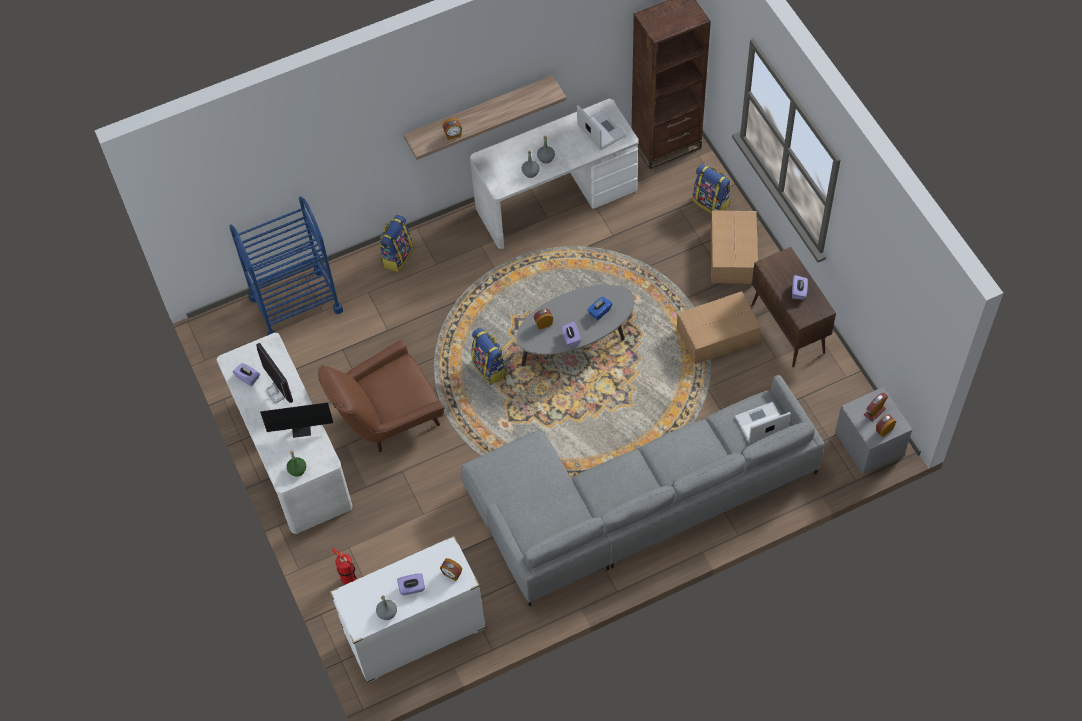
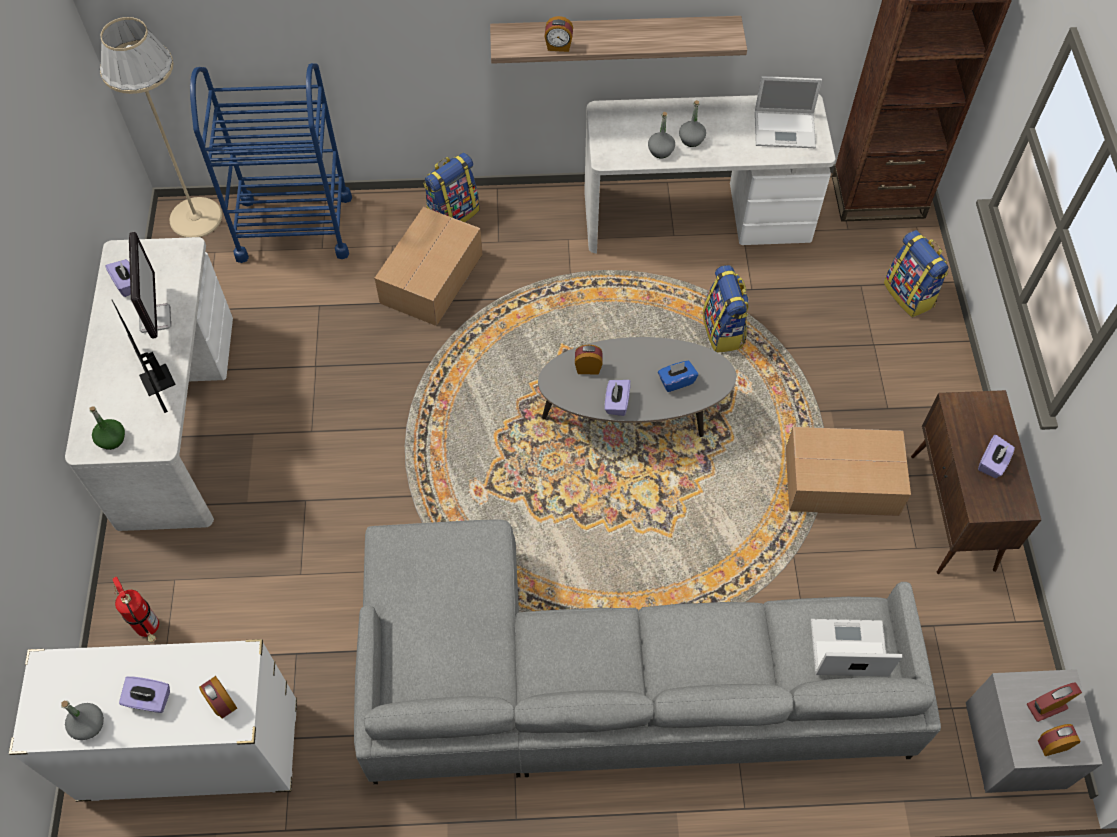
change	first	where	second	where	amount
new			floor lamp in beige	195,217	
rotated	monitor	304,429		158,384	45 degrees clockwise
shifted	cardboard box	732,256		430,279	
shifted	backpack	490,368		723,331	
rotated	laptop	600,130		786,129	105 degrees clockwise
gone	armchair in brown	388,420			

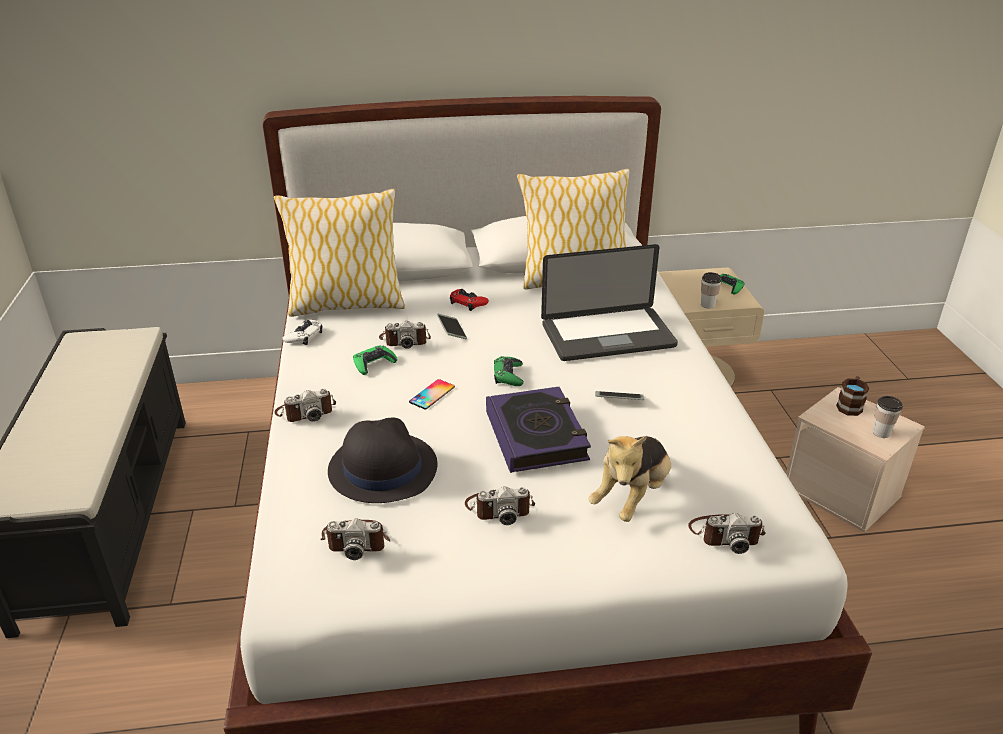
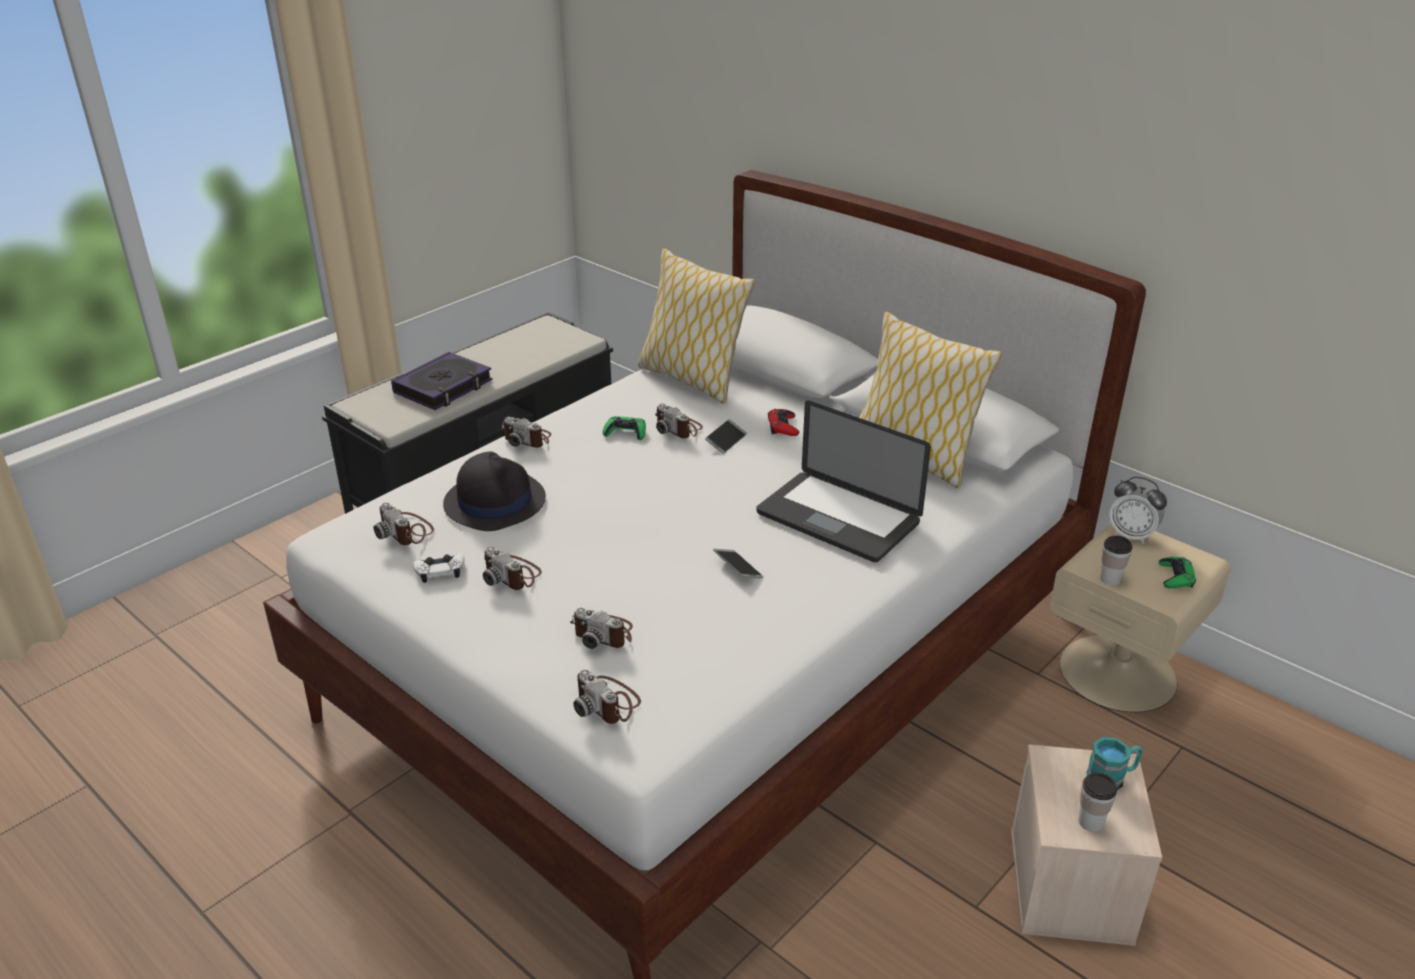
change	first	where	second	where	amount
shifted	book	536,435		443,387	
shifted	game controller in white	304,336		440,571	
swapped	plush toy	632,496	photo camera	603,633	
repainted	mug in brown	850,405	mug in turquoise	1112,777	
new			alarm clock	1131,535	
gone	phone	432,394			
gone	game controller in green	508,375			

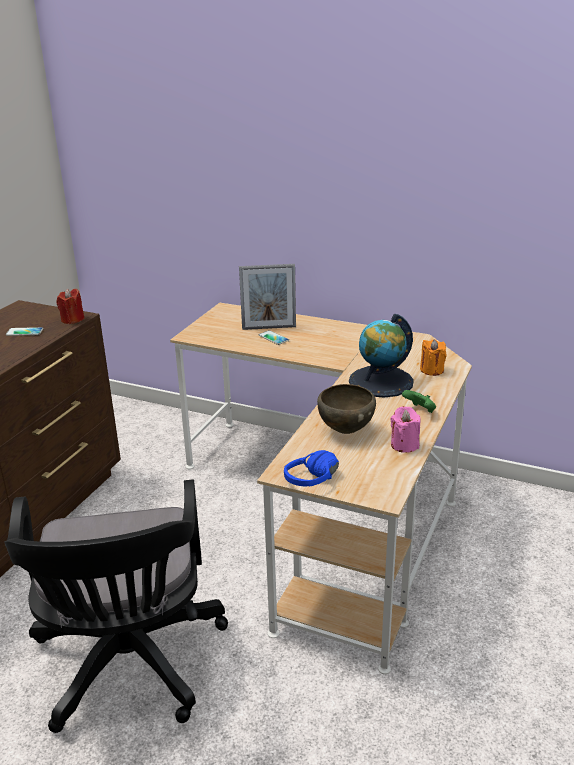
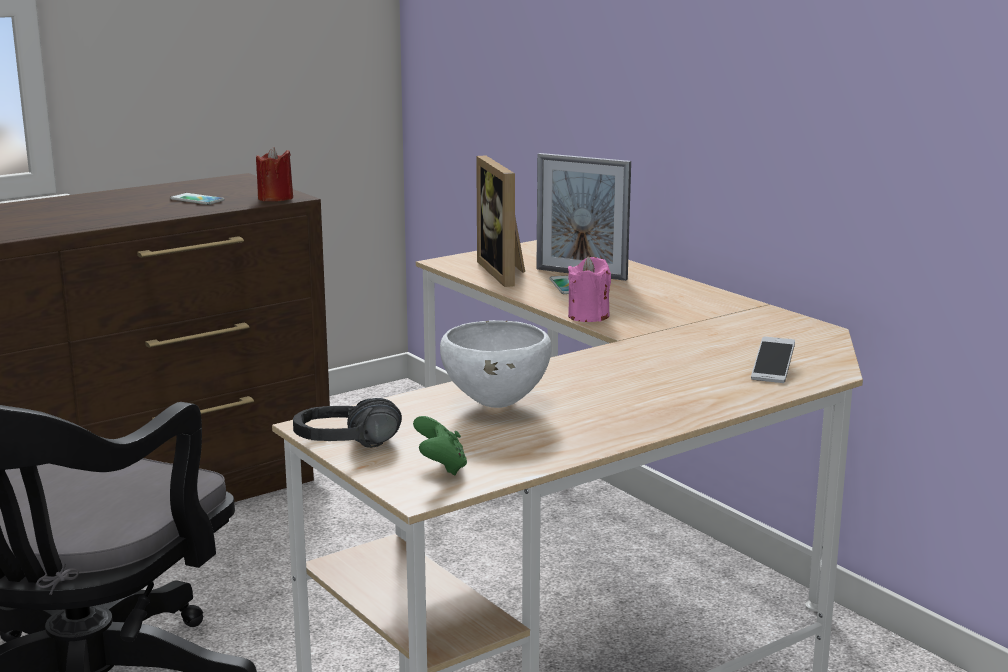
change	first	where	second	where	amount
repainted	headphones in blue	318,483	headphones in black	349,450	
shifted	game controller in green	420,410		441,467	
repainted	bowl in brown	345,430	bowl in white	496,405	
new			picture frame	506,272	
shifted	candle in pink	404,445		588,316	
swapped	candle in orange	432,370	phone	772,370	
gone	globe	381,381			

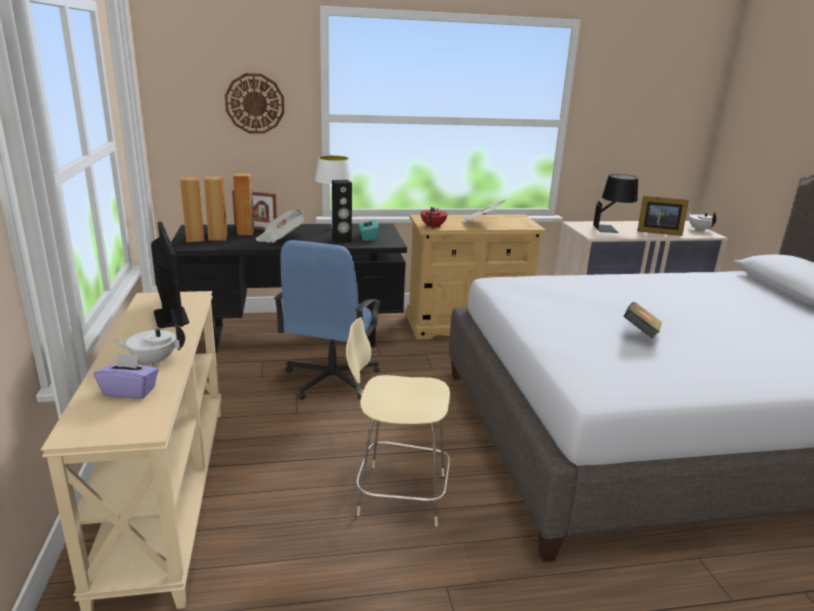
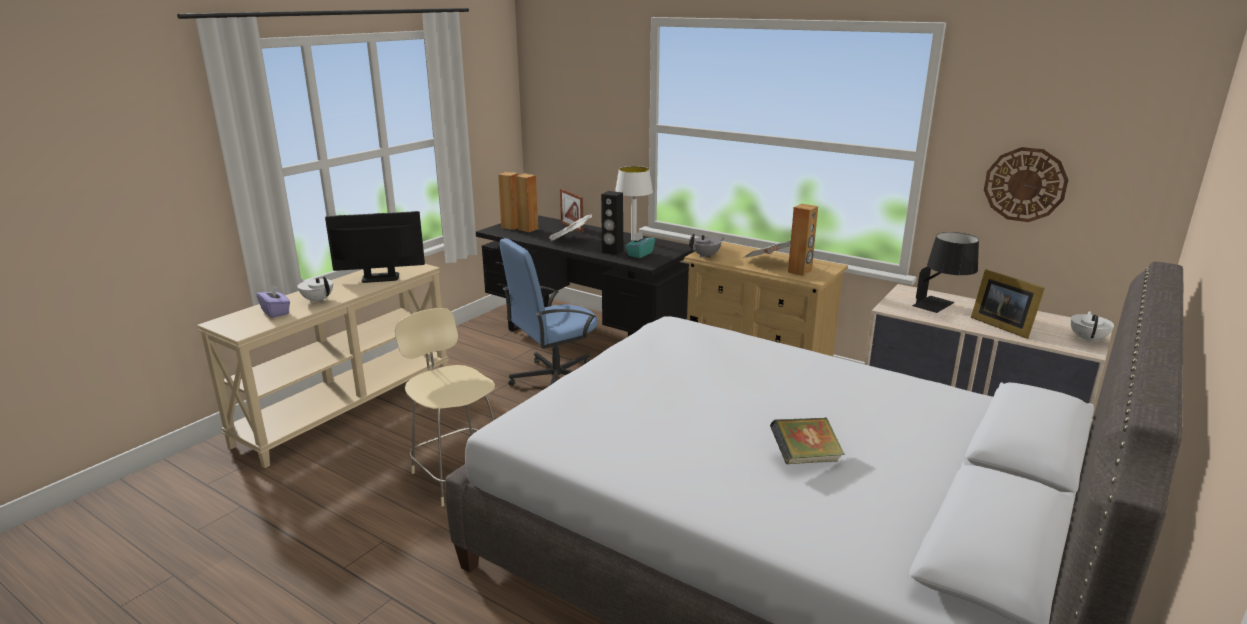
change	first	where	second	where	amount
rotated	monitor	171,317		380,278	120 degrees counterclockwise
repainted	teapot in red	433,226	teapot in grey	706,256	
shifted	book	640,334		805,458	
shifted	speaker in brown	246,232		800,271	
shifted	wall clock	255,103		1025,184	

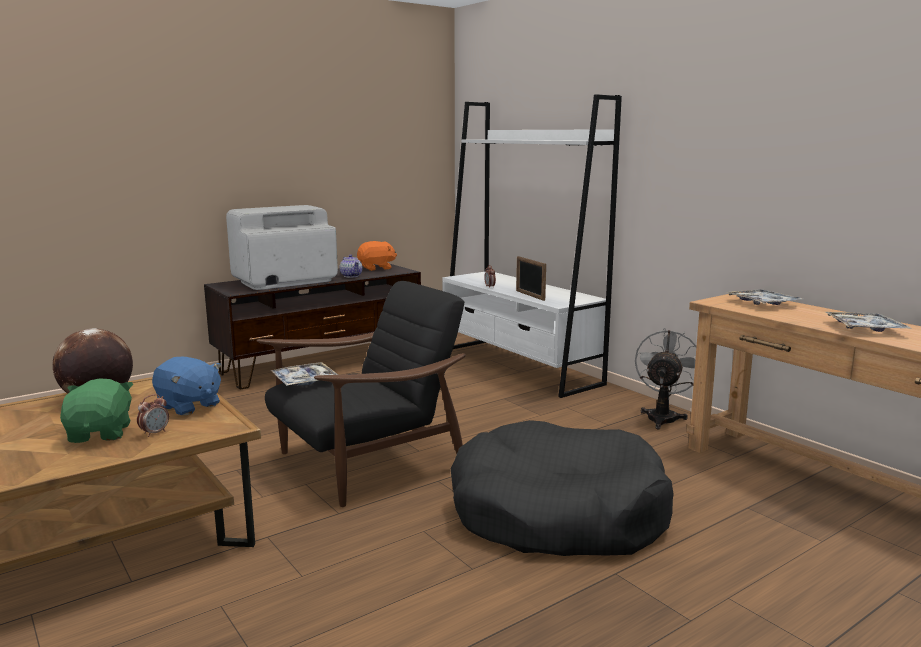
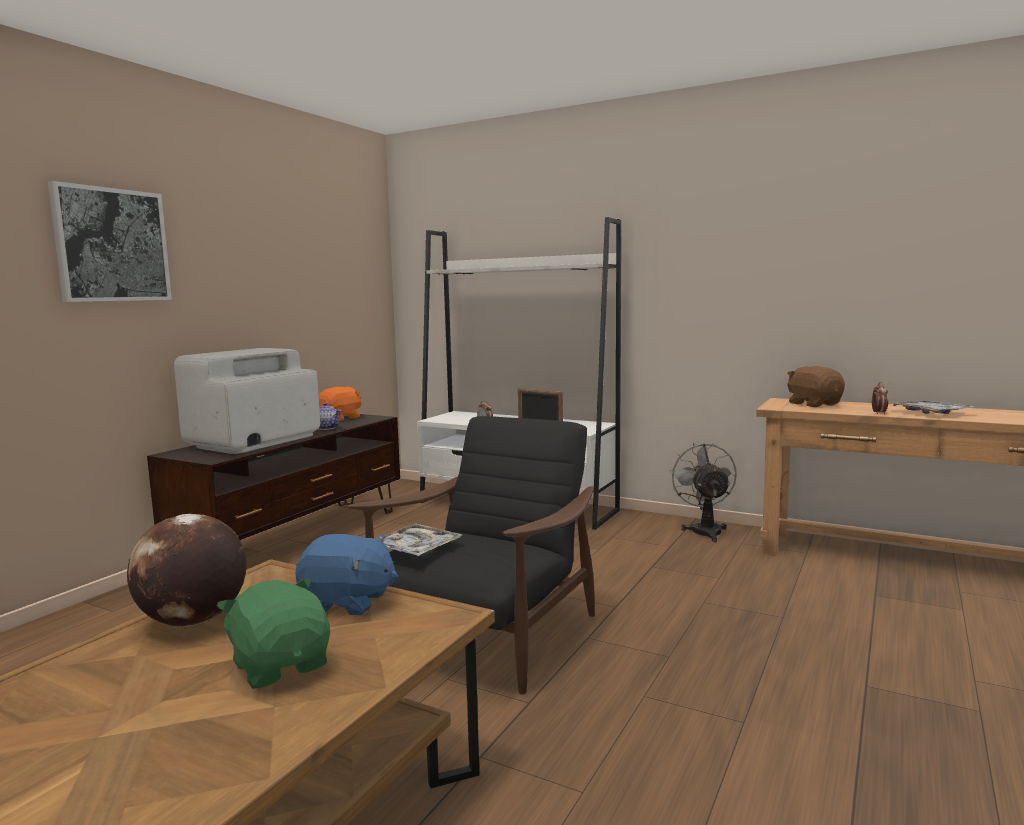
change	first	where	second	where	amount
new			picture	112,245	
swapped	tray	763,303	plush toy in brown	814,404	
shifted	alarm clock	155,433		878,413	
gone	dog bed in black	557,513			

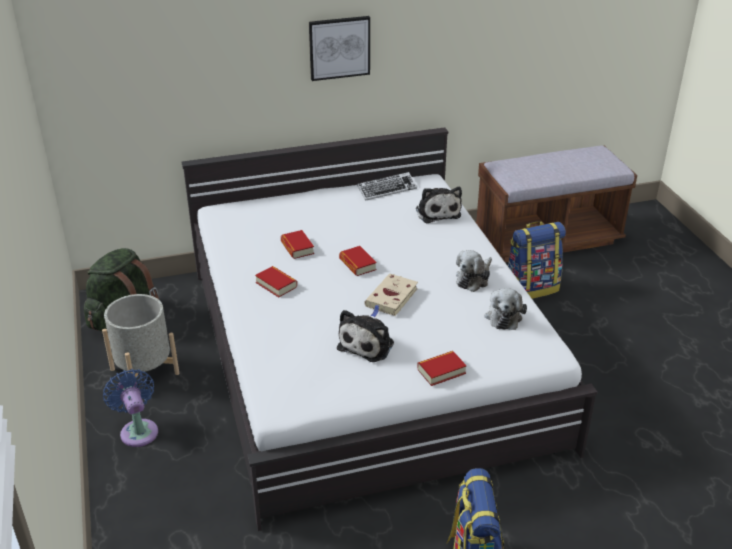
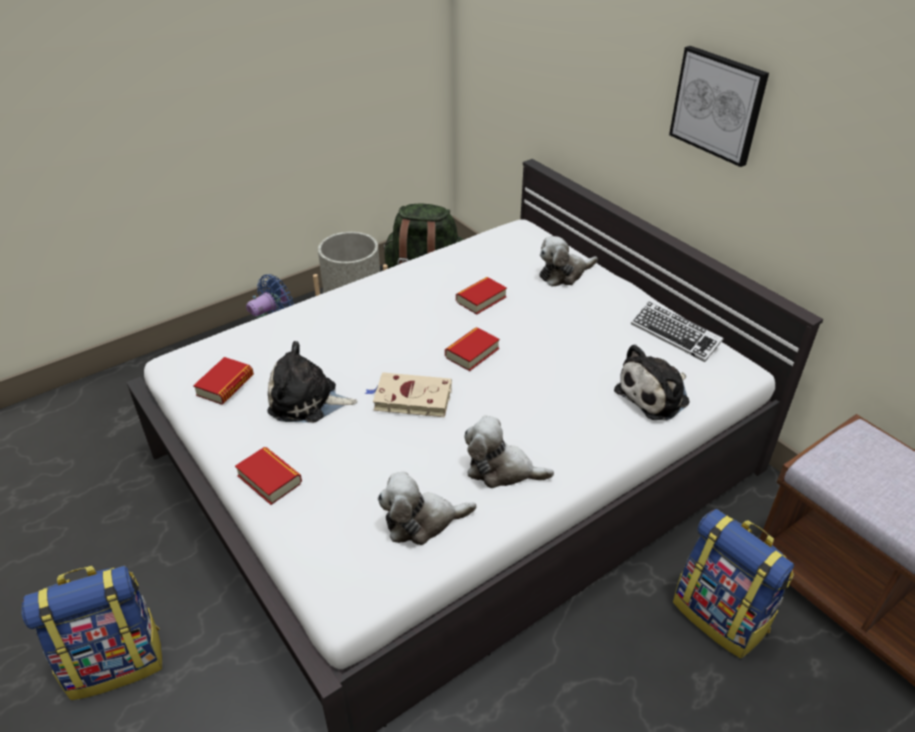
change	first	where	second	where	amount
shifted	book	276,285		225,385	
new			plush toy	564,274	

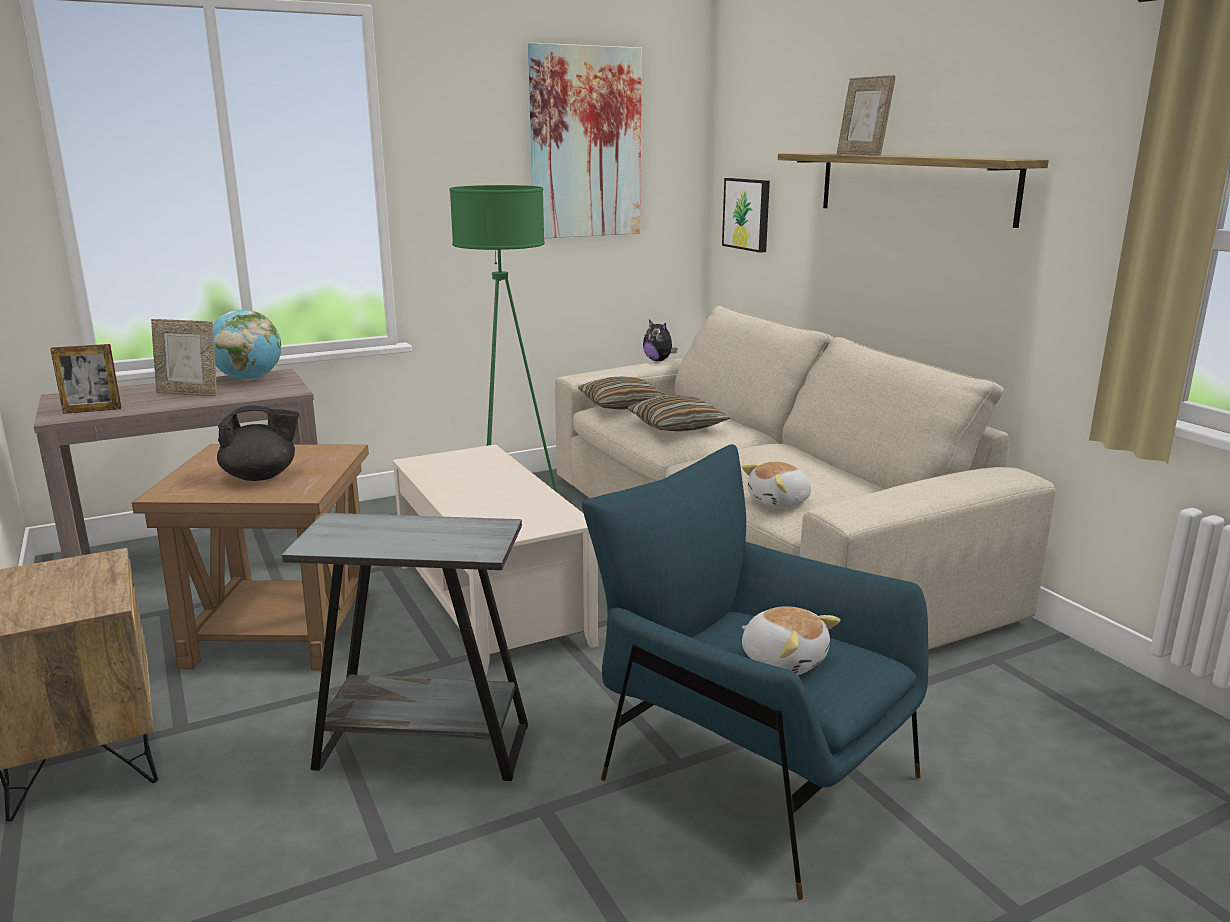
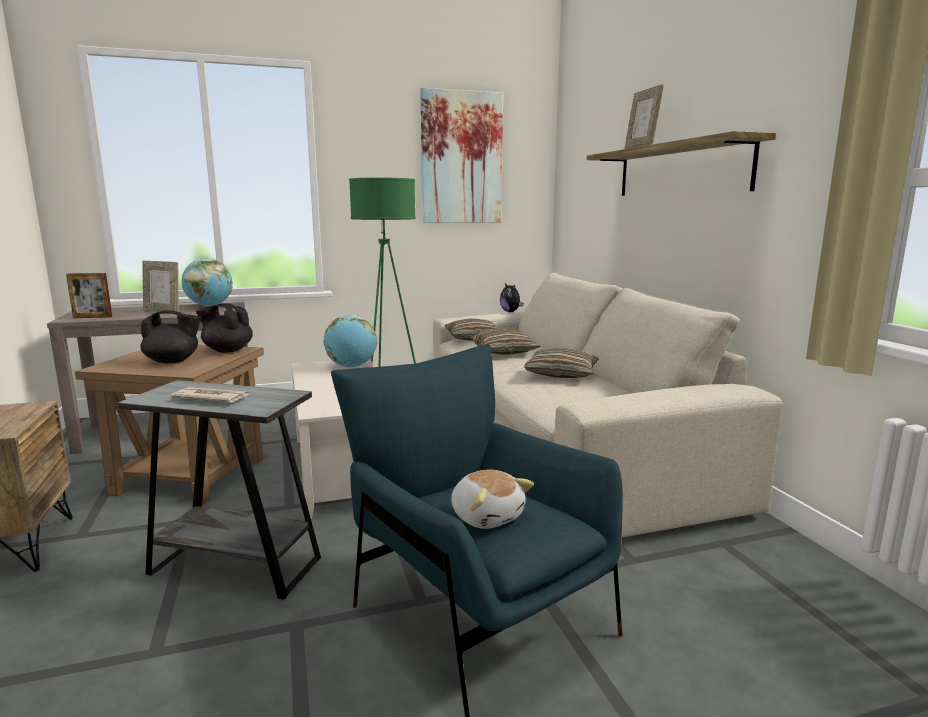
change	first	where	second	where	amount
new			newspaper	211,398	
new			teapot in black	227,350	
new			globe	351,367	
new			pillow	561,374	
gone	picture	747,214			
gone	plush toy	780,502			

